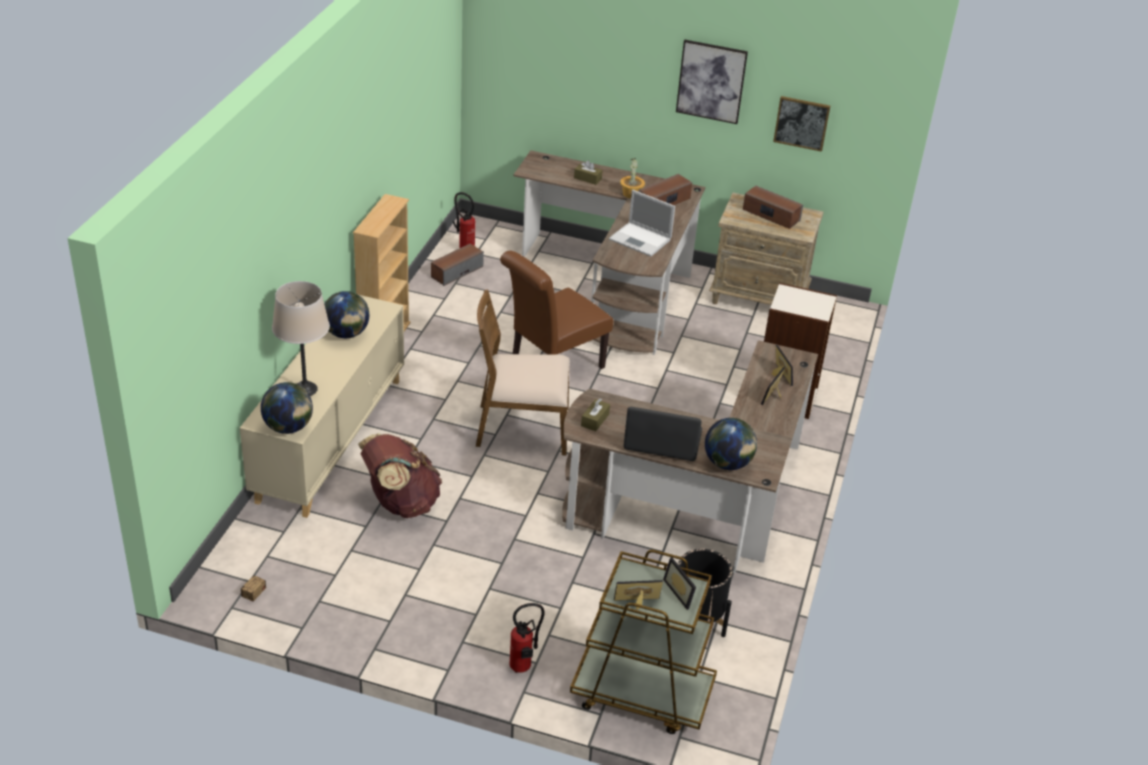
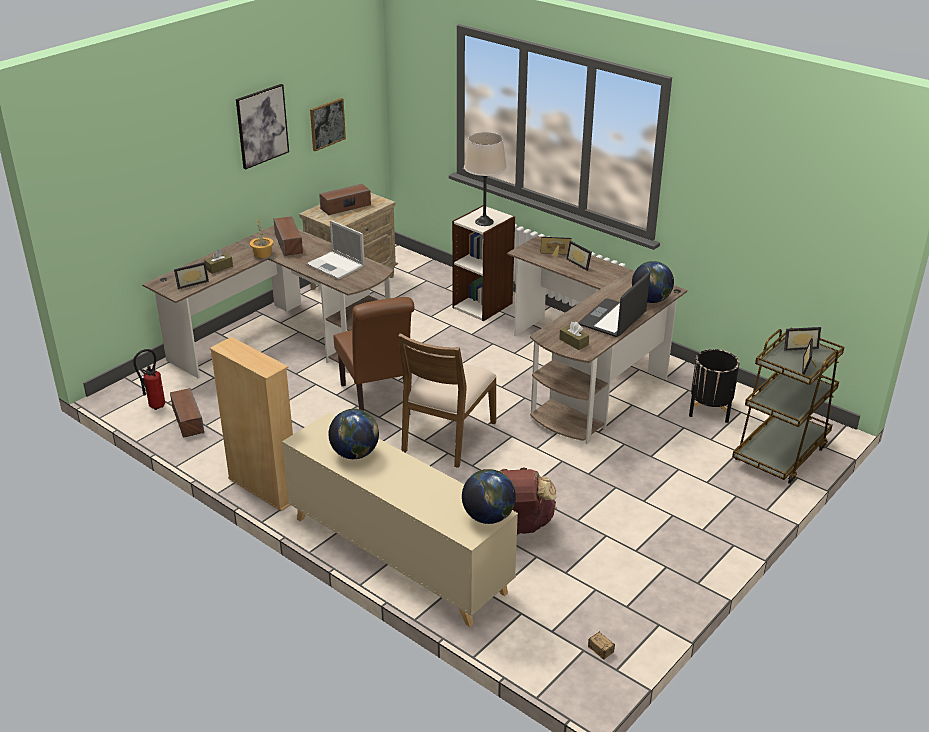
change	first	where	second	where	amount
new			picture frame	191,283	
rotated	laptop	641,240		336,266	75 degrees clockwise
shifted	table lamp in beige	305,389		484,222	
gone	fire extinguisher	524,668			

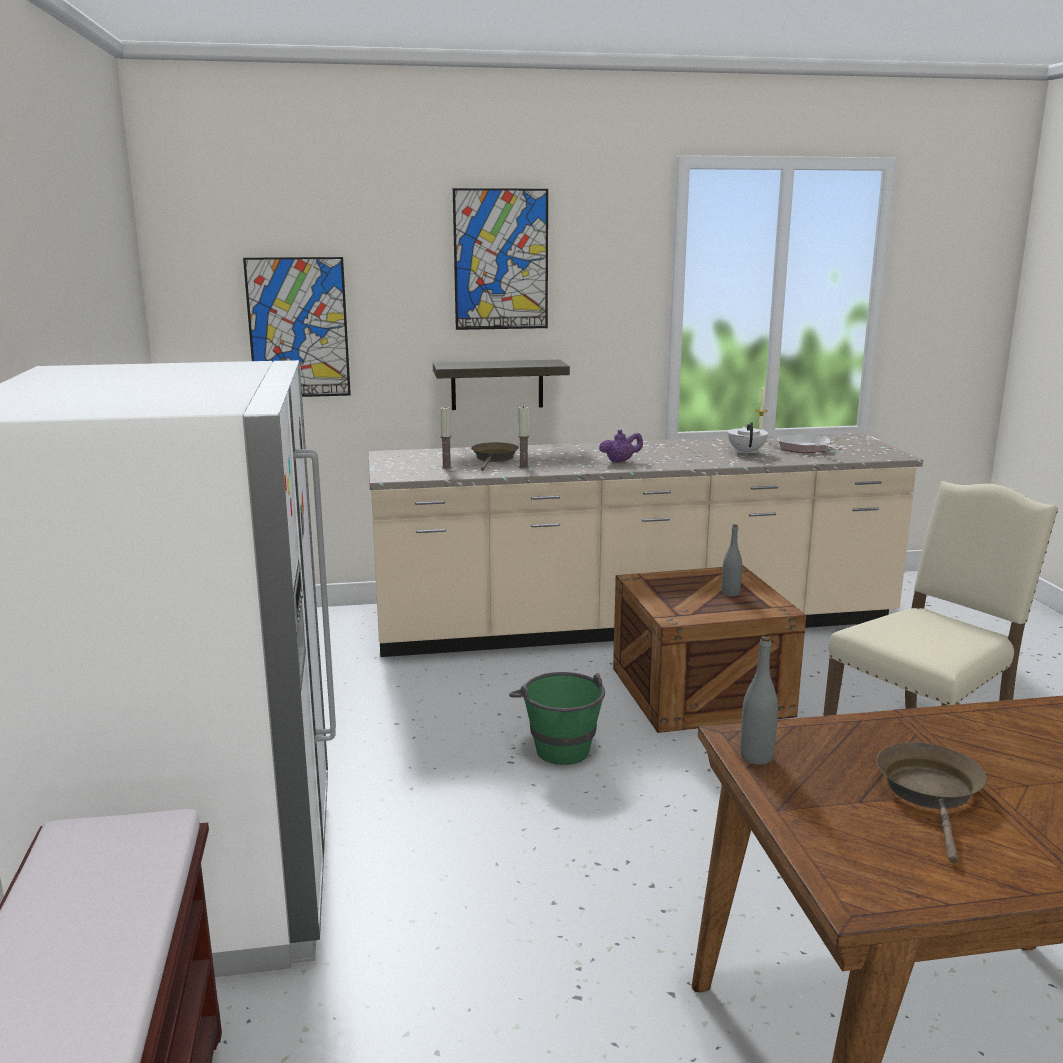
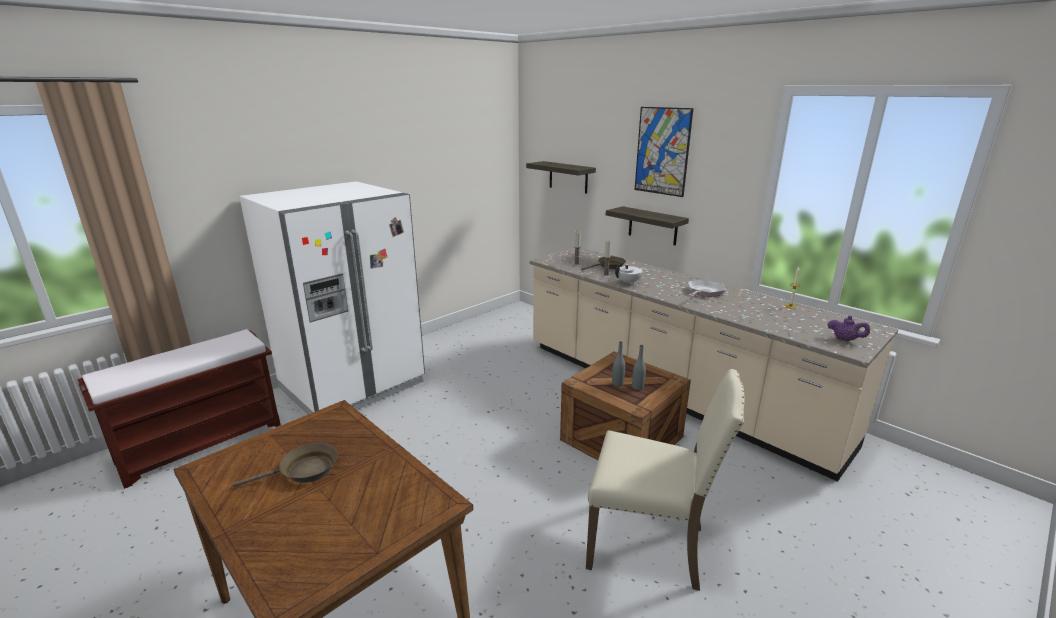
change	first	where	second	where	amount
swapped	picture	298,328	shelf	568,177	
shifted	bottle in grey	756,757		617,383	
shifted	teapot in white	746,452		629,282	
shifted	frying pan	805,449		704,292	
shifted	teapot in purple	620,461		845,339	
gone	bucket in green	557,745			

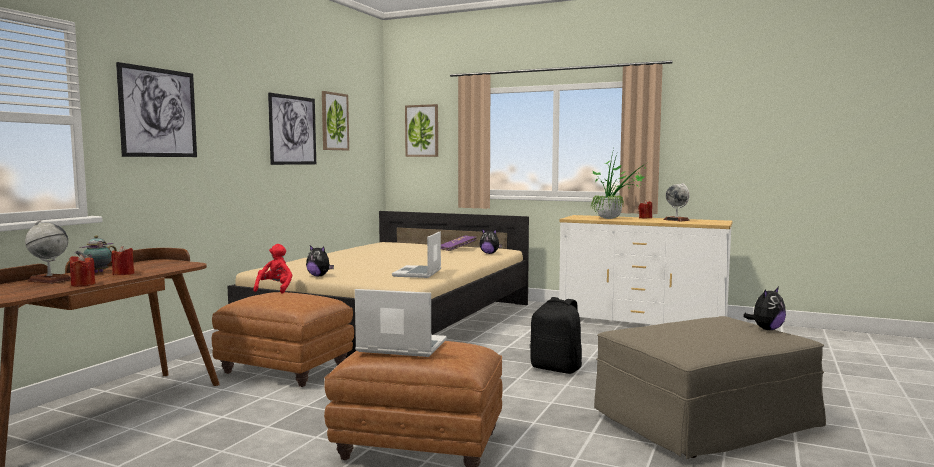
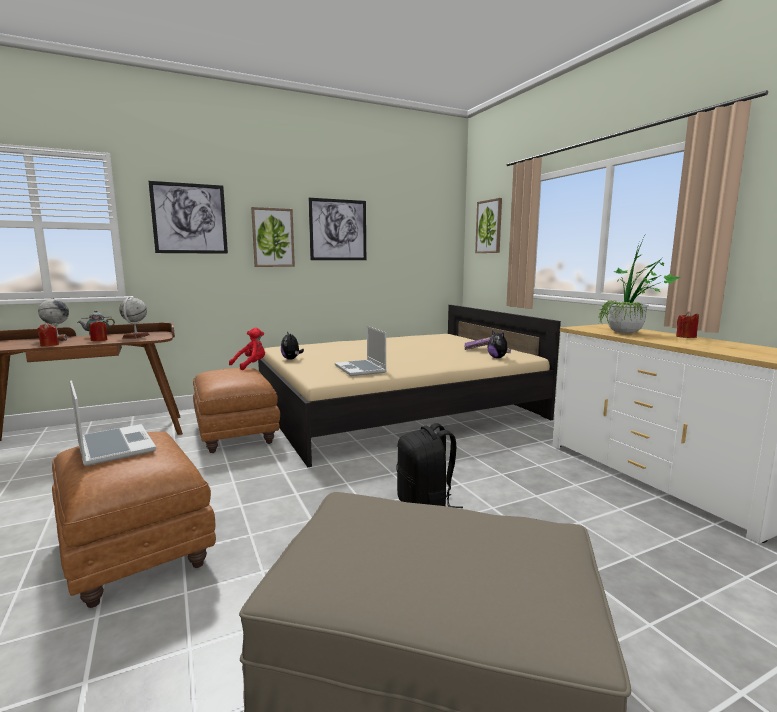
change	first	where	second	where	amount
shifted	globe	676,220		136,336	
shifted	picture	334,121		273,237	
rotated	laptop	418,273		361,369	75 degrees counterclockwise
gone	plush toy	766,329			

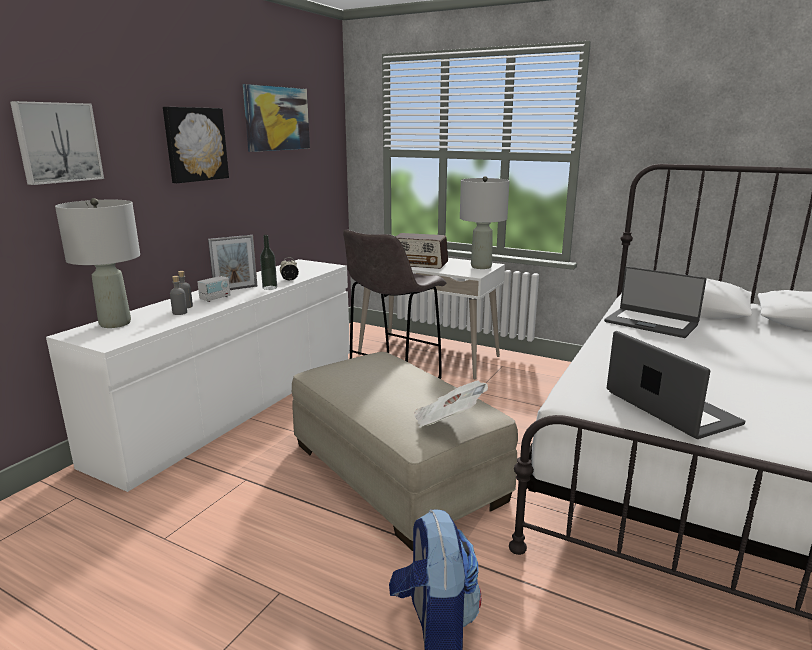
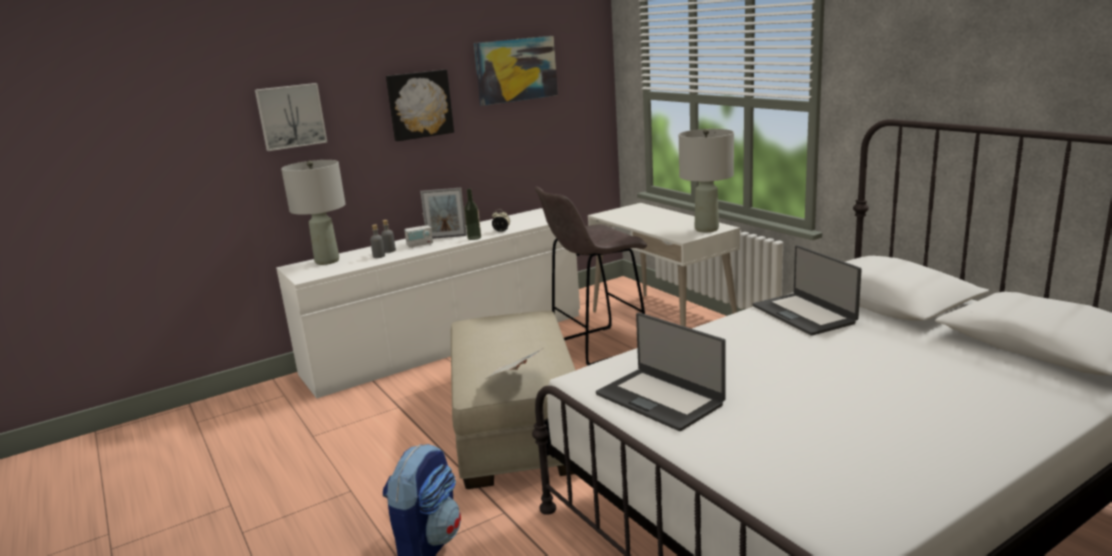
change	first	where	second	where	amount
rotated	laptop	670,408		660,399	135 degrees clockwise
gone	radio	419,264			

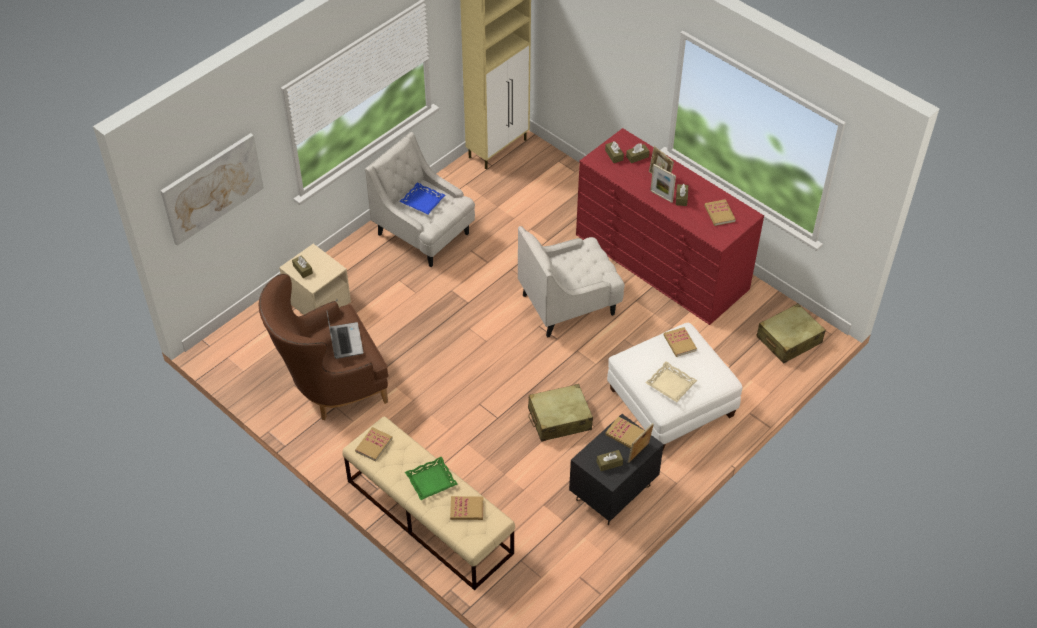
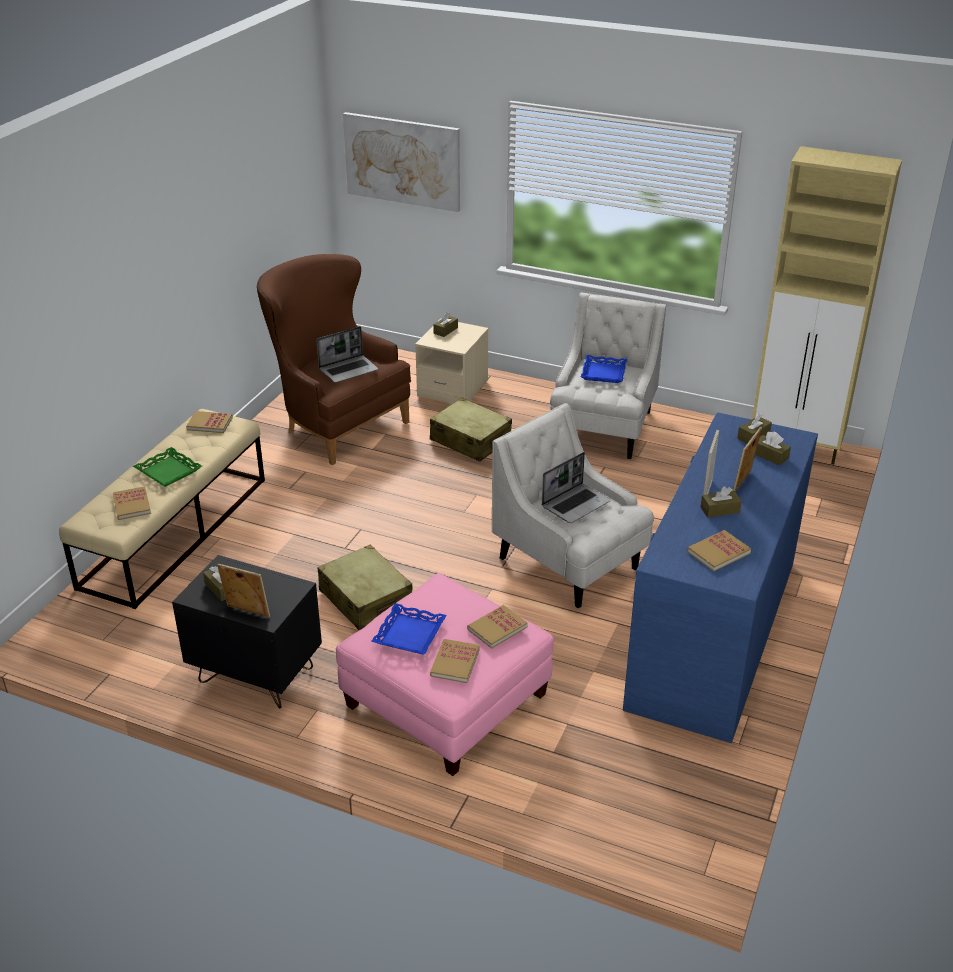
change	first	where	second	where	amount
repainted	ottoman in white	671,402	ottoman in pink	445,700	
repainted	tray in beige	670,384	tray in blue	409,634	
shifted	suitcase in beige	788,340		470,440	
shifted	book	625,434		455,662	
new			laptop	576,504	
repainted	dresser in red	661,261	dresser in blue	713,633	

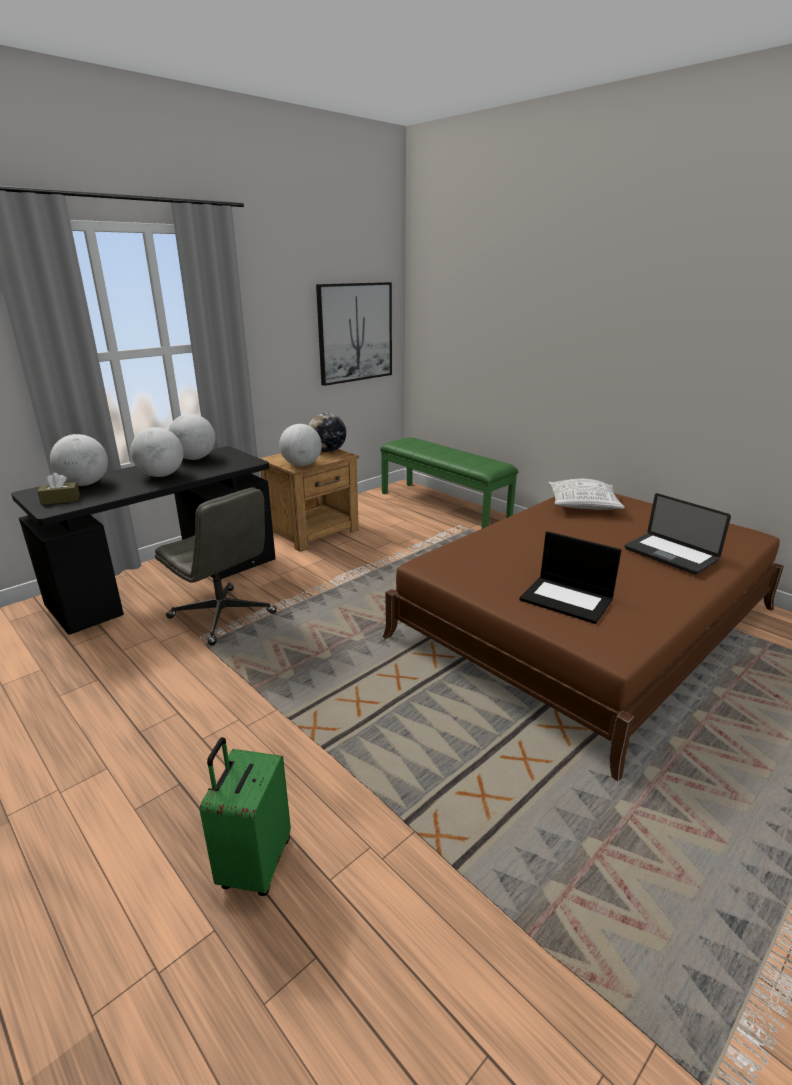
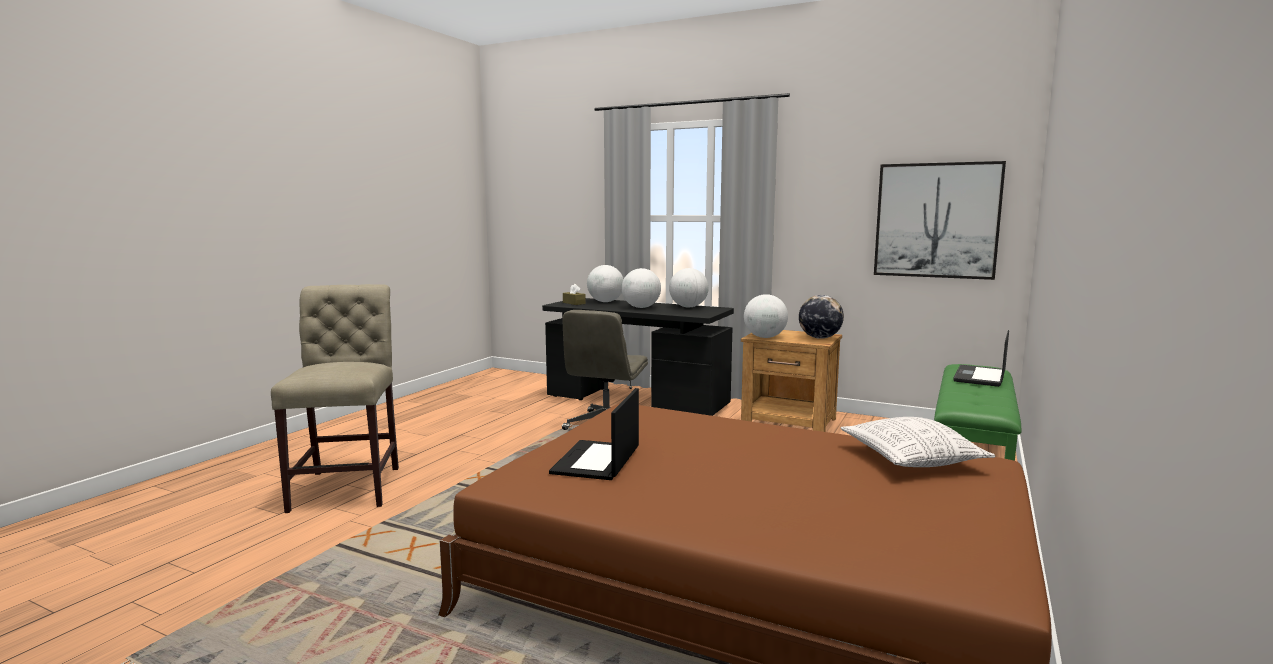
change	first	where	second	where	amount
swapped	suitcase in green	254,864	chair in beige	349,485	
shifted	laptop	670,555		979,377	

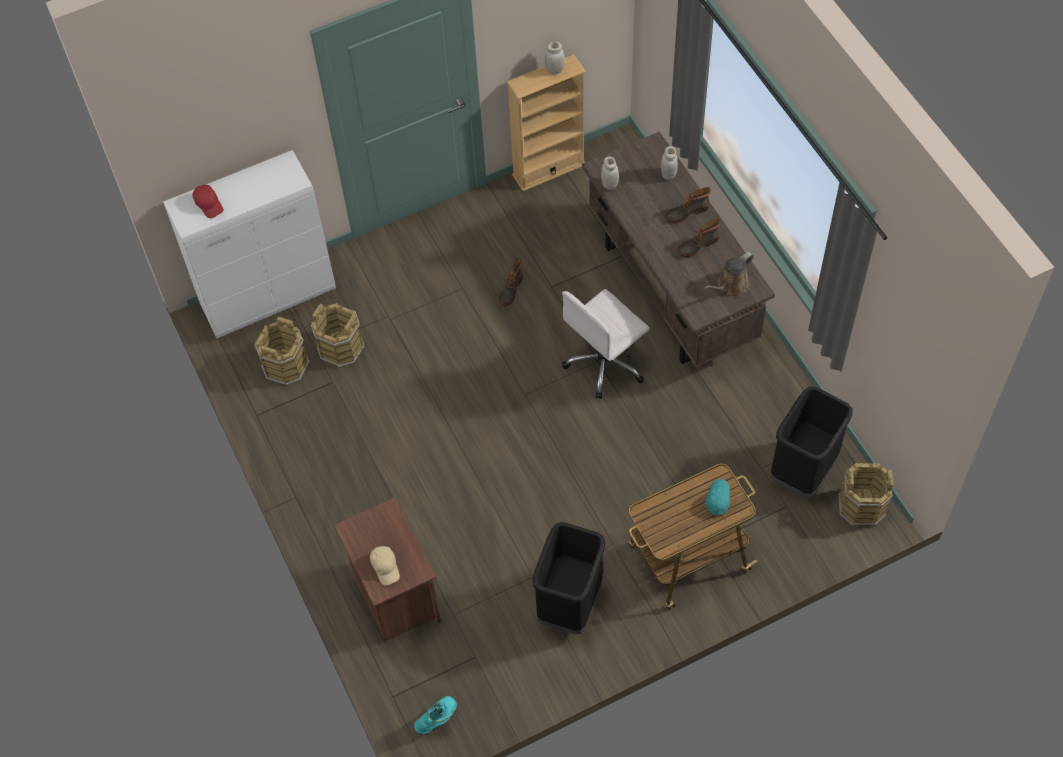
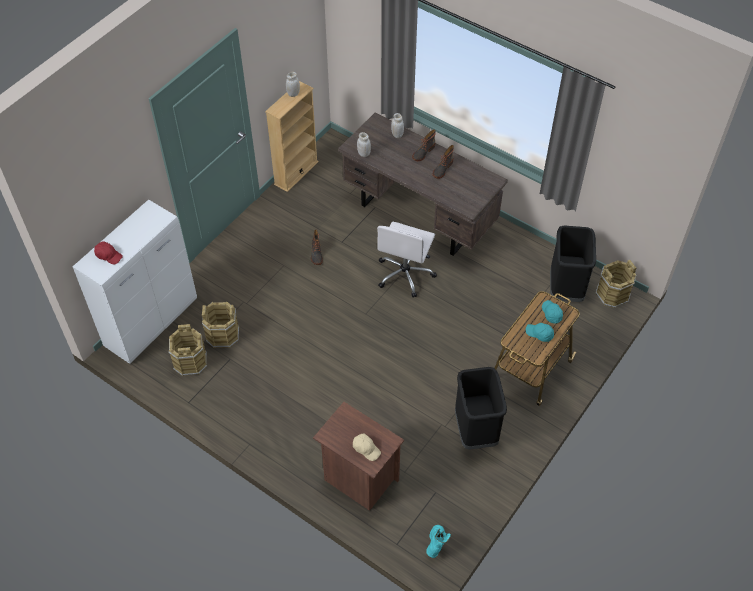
change	first	where	second	where	amount
new			cap in turquoise	539,334	
gone	watering can in brown	730,286			

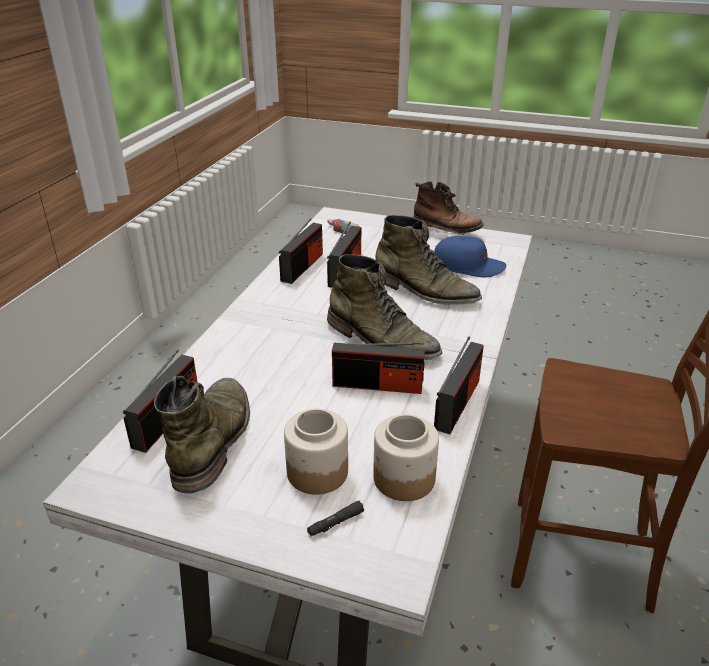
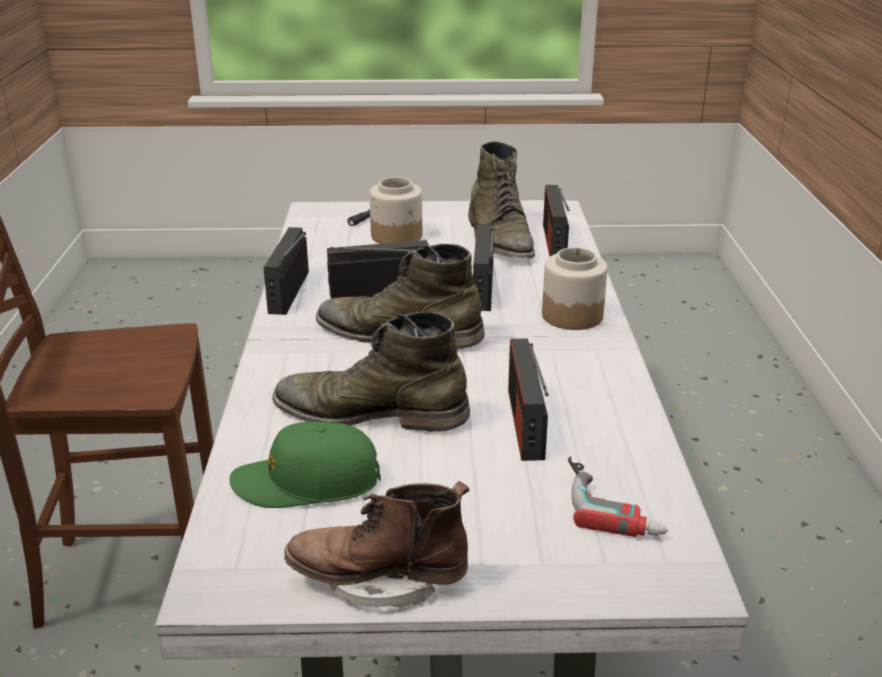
change	first	where	second	where	amount
repainted	cap in blue	467,266	cap in green	307,482	
shifted	radio	302,267		483,288	
shifted	jar	403,479		572,316	

